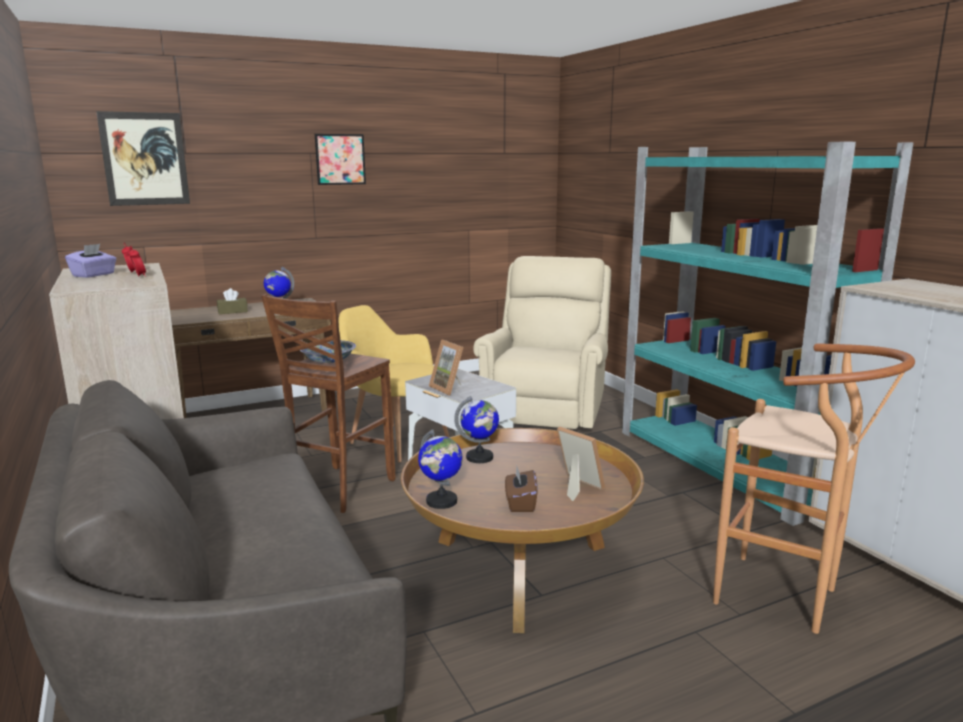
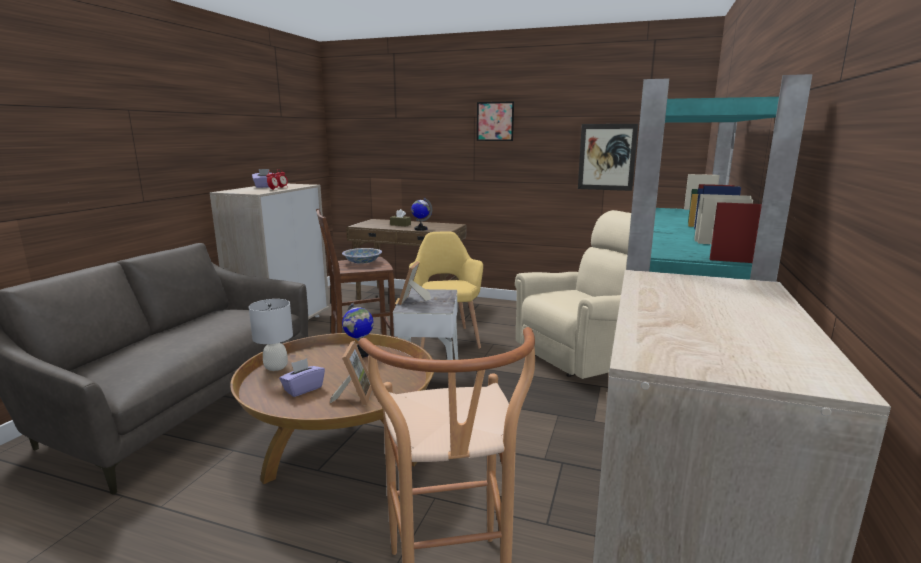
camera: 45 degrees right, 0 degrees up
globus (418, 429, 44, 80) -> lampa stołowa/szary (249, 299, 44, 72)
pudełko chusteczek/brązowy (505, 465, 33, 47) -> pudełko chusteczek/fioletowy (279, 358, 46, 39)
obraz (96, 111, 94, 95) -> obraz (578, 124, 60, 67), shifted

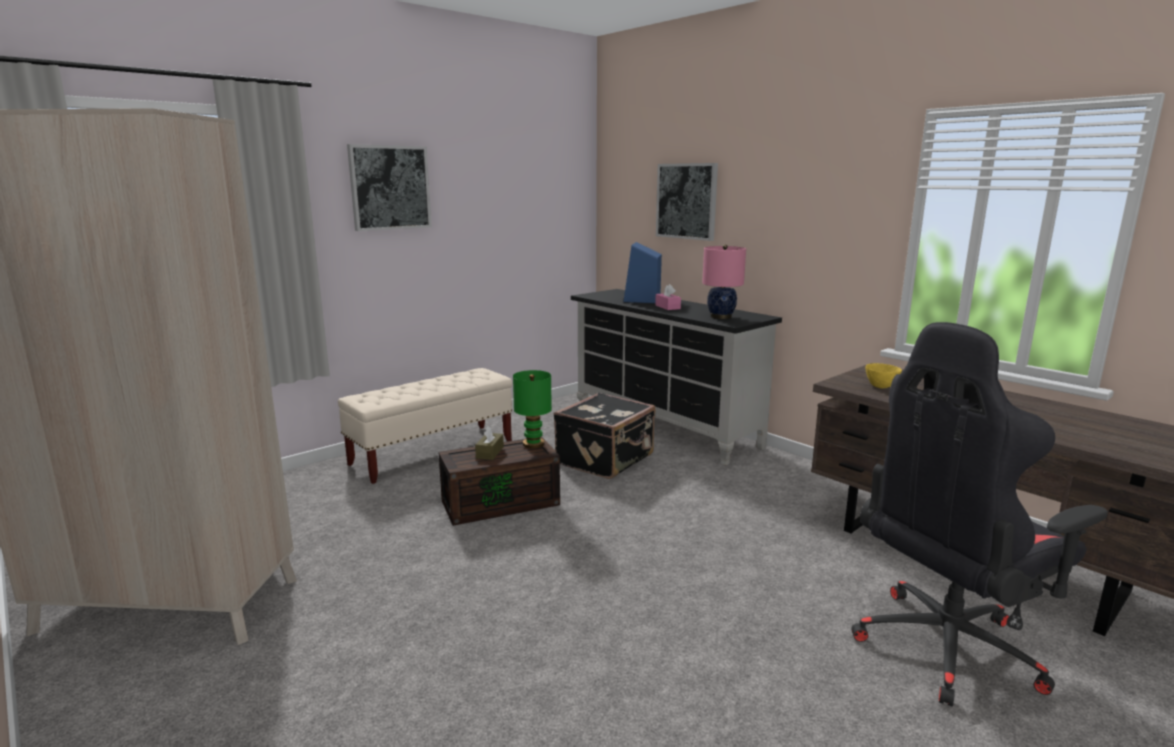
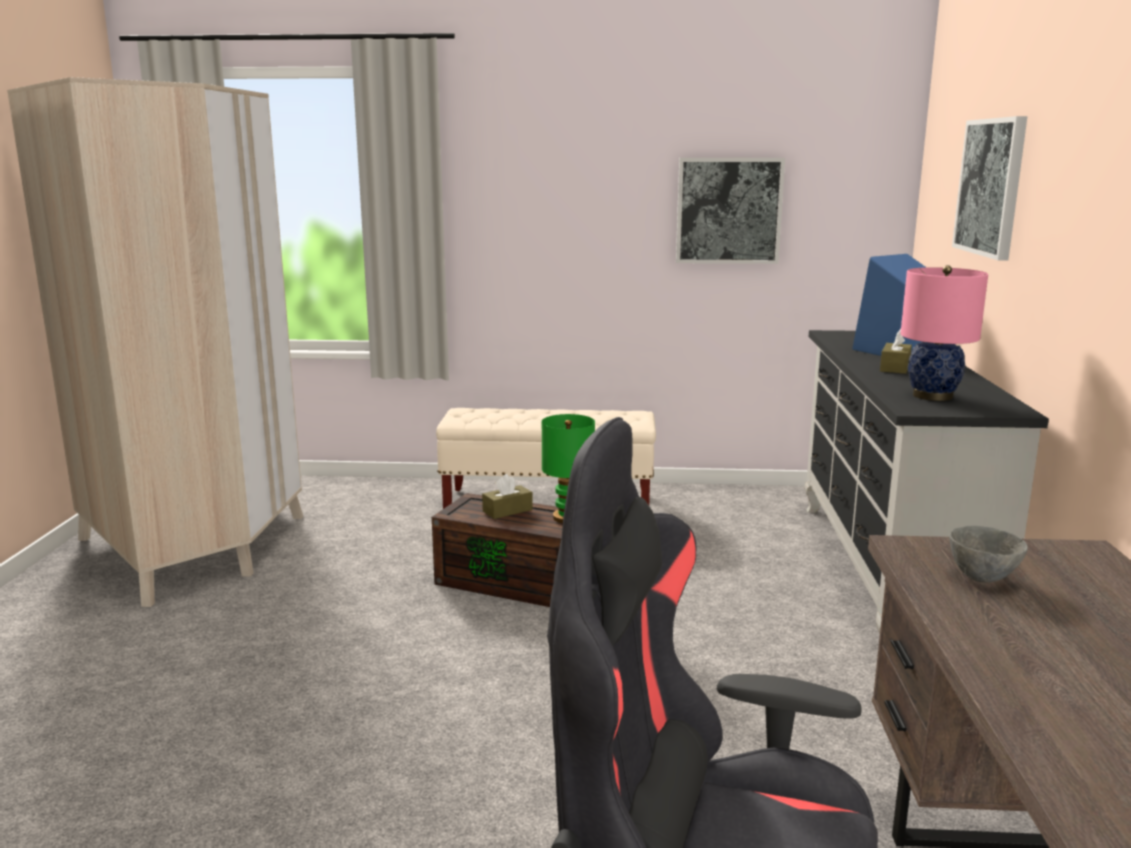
camera: 45 degrees right, 0 degrees up
obraz (347, 144, 85, 87) -> obraz (676, 158, 109, 106), shifted
pudełko chusteczek/różowy (655, 284, 26, 26) -> pudełko chusteczek/brązowy (880, 329, 32, 45)
miska/żółty (865, 363, 37, 25) -> miska/szary (949, 526, 79, 56)
walizka/czarny (553, 392, 102, 87) -> none

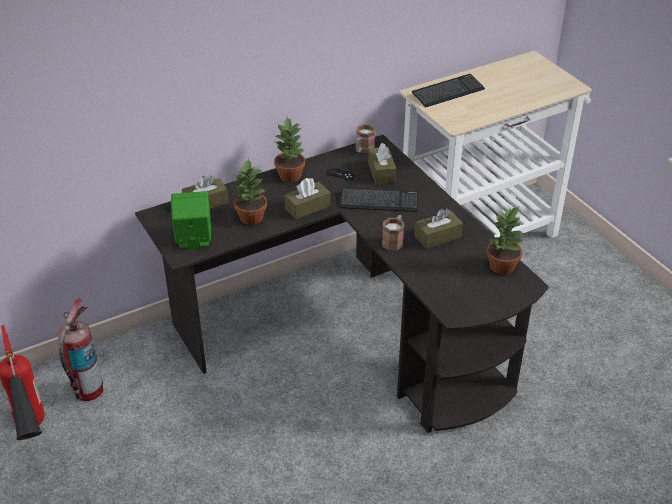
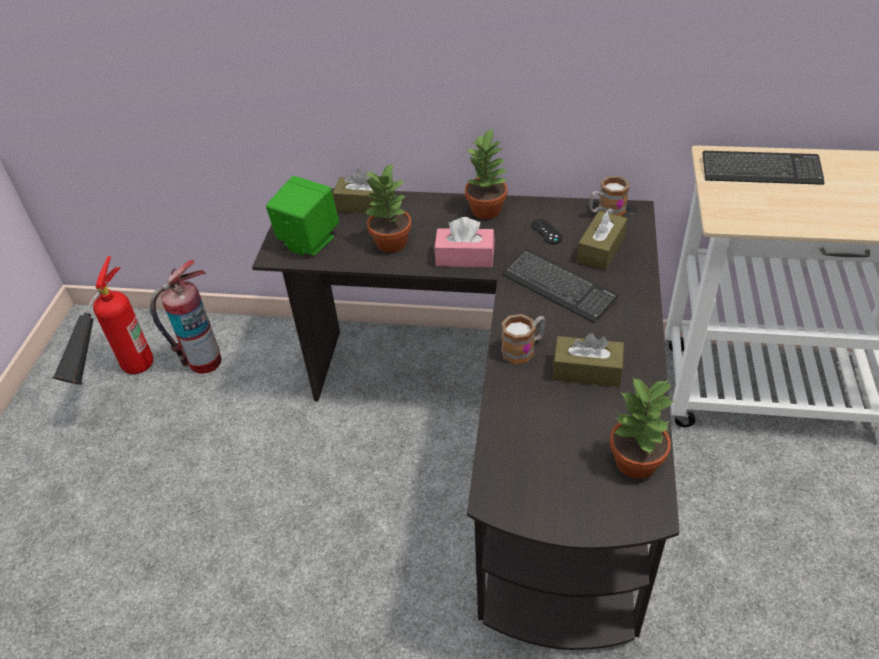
camera: 40 degrees right, 5 degrees up
pudełko chusteczek/brązowy (284, 178, 46, 41) -> pudełko chusteczek/różowy (435, 217, 60, 50)

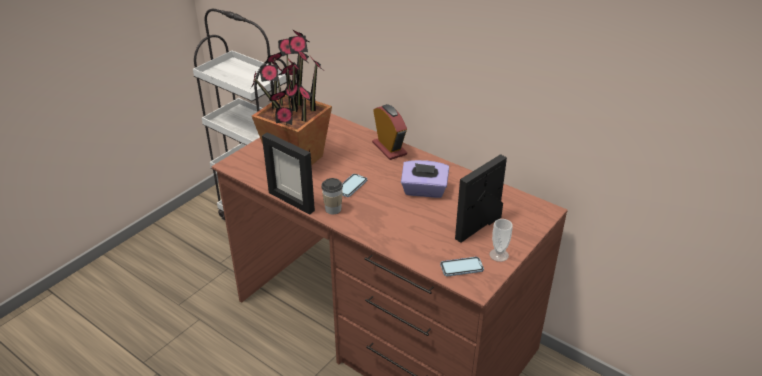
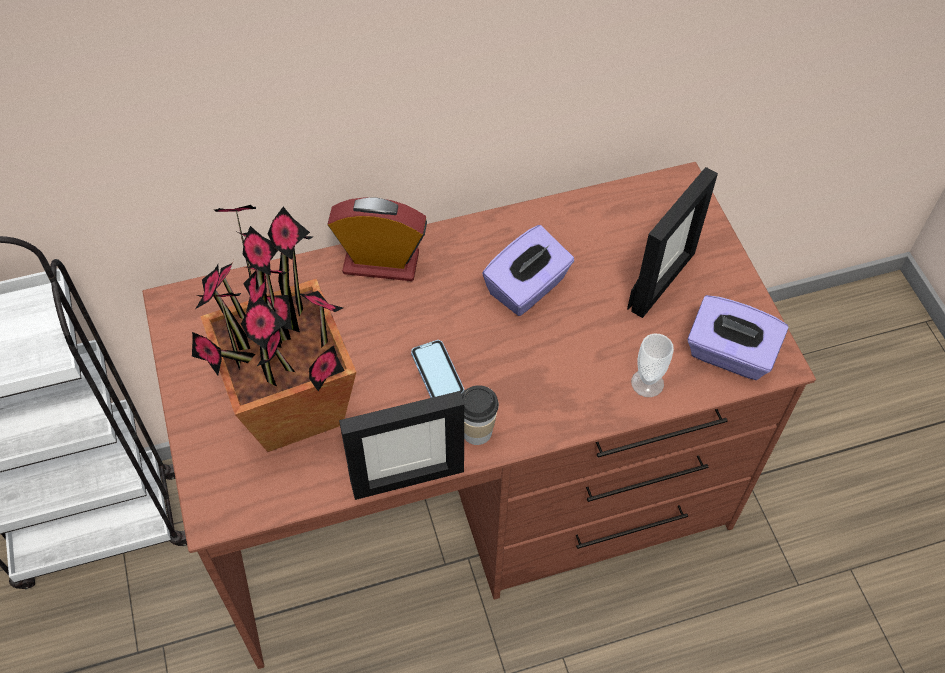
camera: 55 degrees left, 20 degrees up
ramka na zdjęcie (455, 154, 52, 89) -> ramka na zdjęcie (627, 167, 91, 151), 135 degrees counterclockwise
filiżanka (489, 219, 24, 43) -> filiżanka (631, 334, 43, 63), shifted
telefon (440, 257, 44, 20) -> pudełko chusteczek/fioletowy (687, 295, 101, 85)

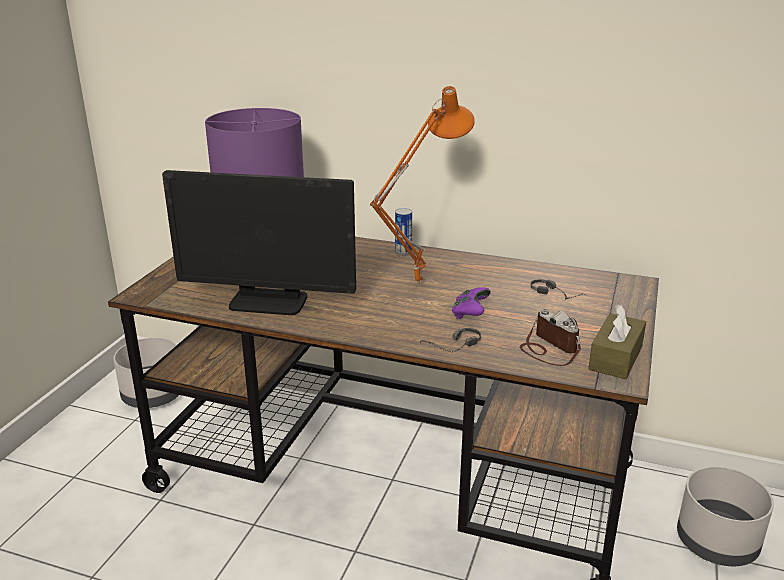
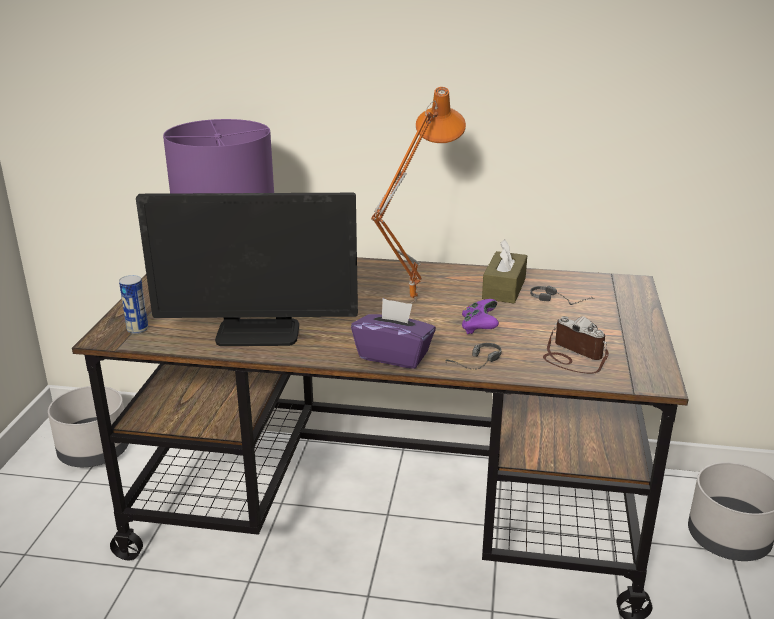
camera: 10 degrees left, 0 degrees up
puszka (395, 208, 17, 47) -> puszka (119, 275, 29, 59), shifted
none -> pudełko chusteczek/fioletowy (351, 298, 85, 71)
pudełko chusteczek/brązowy (588, 304, 58, 75) -> pudełko chusteczek/brązowy (482, 239, 45, 64), shifted

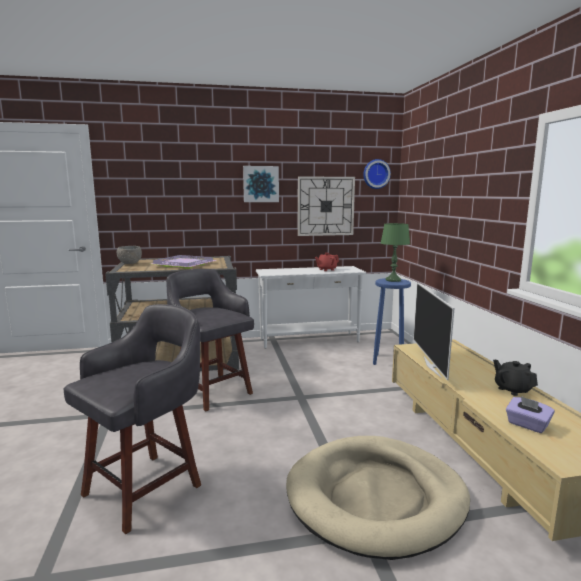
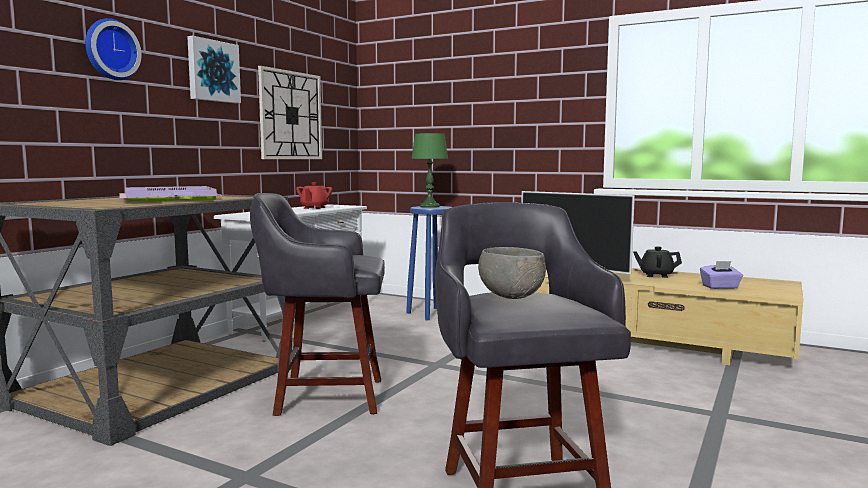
camera: 50 degrees left, 5 degrees down
zegar ścienny (363, 159, 28, 30) -> zegar ścienny (85, 18, 57, 62), shifted
miska/szary (117, 246, 25, 18) -> miska/szary (478, 247, 68, 52), shifted
legowisko/beżowy (286, 436, 184, 124) -> none

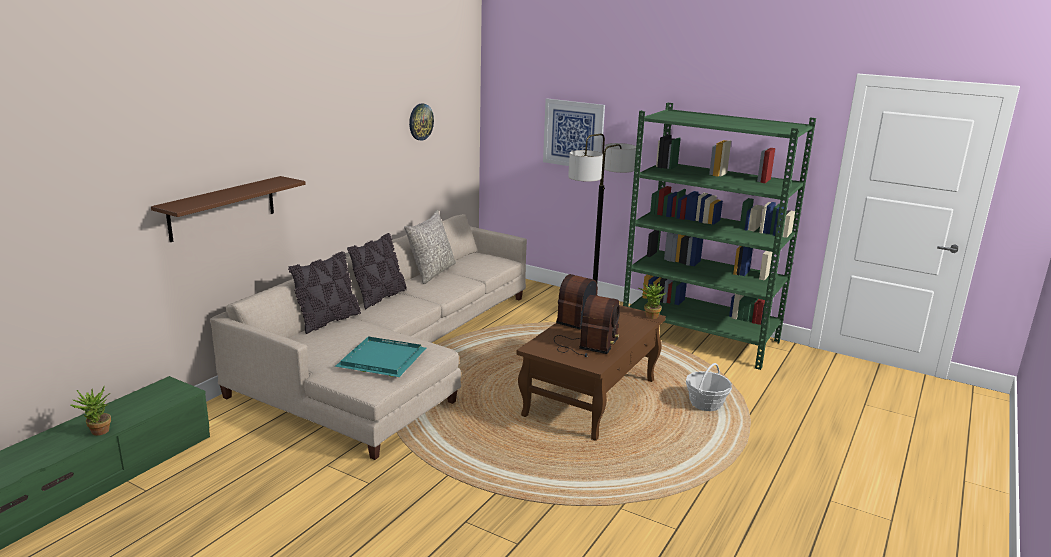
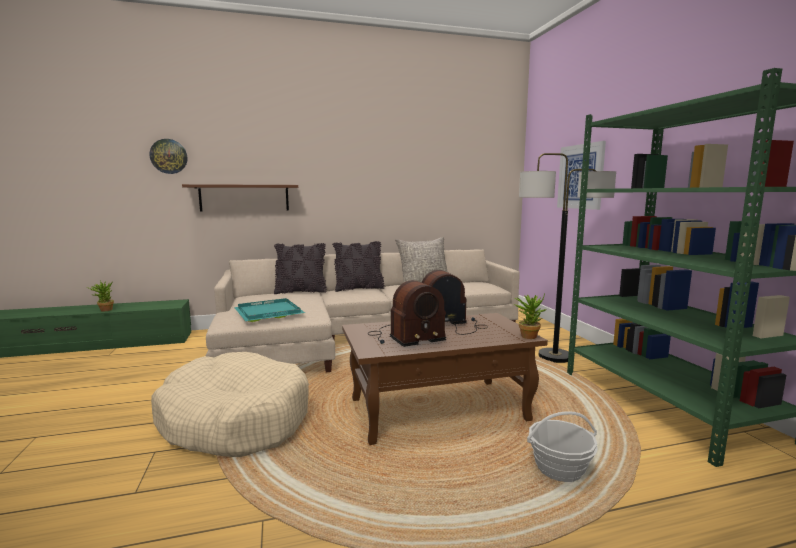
camera: 45 degrees right, 10 degrees down
zegar ścienny (409, 103, 25, 38) -> zegar ścienny (149, 139, 38, 35), shifted
none -> legowisko/beżowy (151, 352, 158, 105)

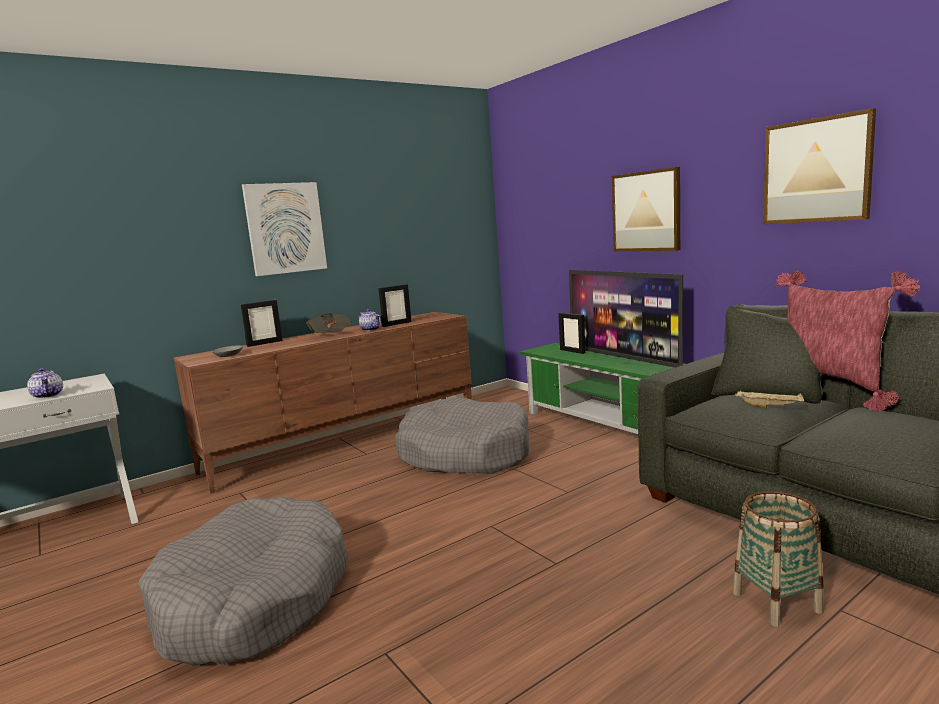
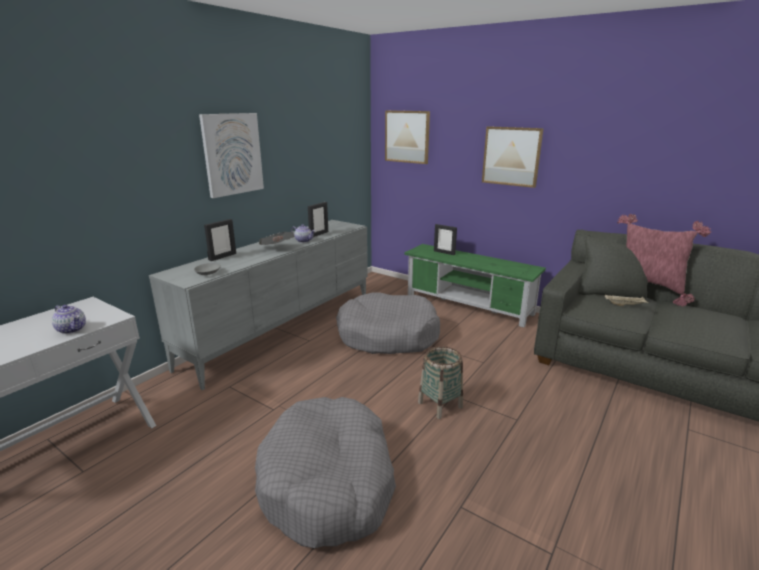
camera: 20 degrees left, 10 degrees up
szafka/brązowy (173, 312, 299, 182) -> szafka/szary (149, 220, 219, 170)
obraz (763, 108, 113, 116) -> obraz (385, 110, 45, 54), shifted
koszyk (733, 491, 91, 136) -> koszyk (418, 346, 45, 73), shifted
telewizor (569, 270, 114, 98) -> none

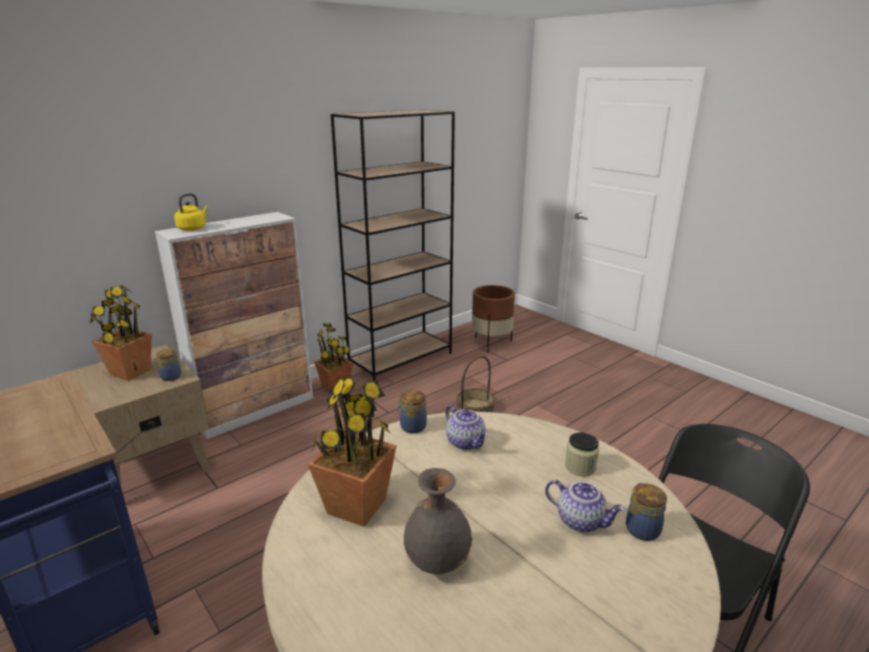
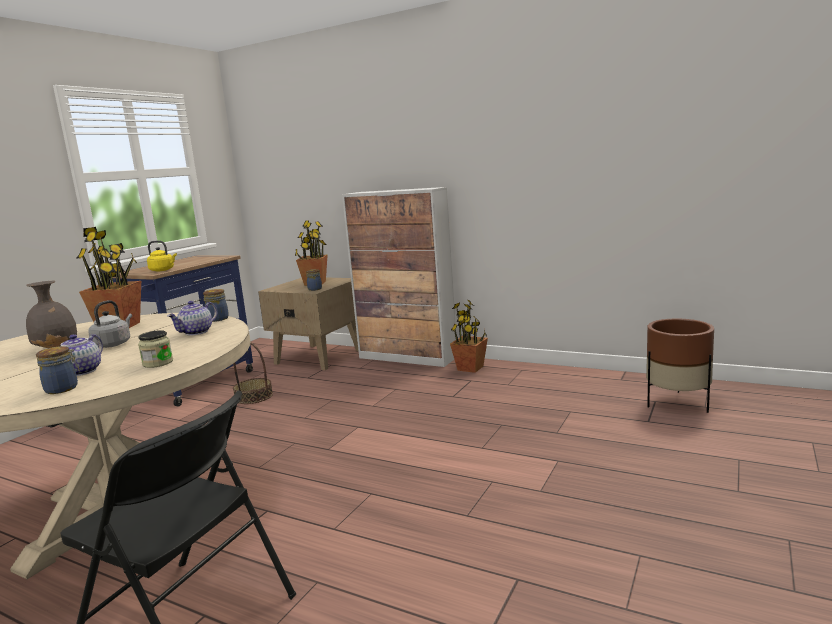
camera: 70 degrees right, 10 degrees down
none -> czajnik/szary (88, 300, 44, 48)
czajnik/żółty (174, 193, 34, 38) -> czajnik/żółty (147, 241, 30, 31), shifted
koszyk (457, 356, 38, 56) -> koszyk (233, 342, 40, 62), shifted
regał/beżowy (331, 109, 124, 271) -> none

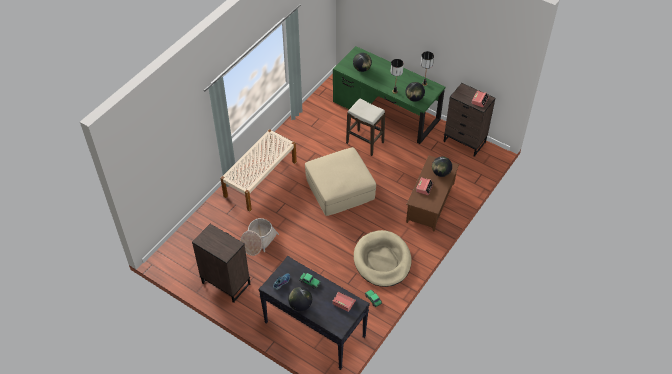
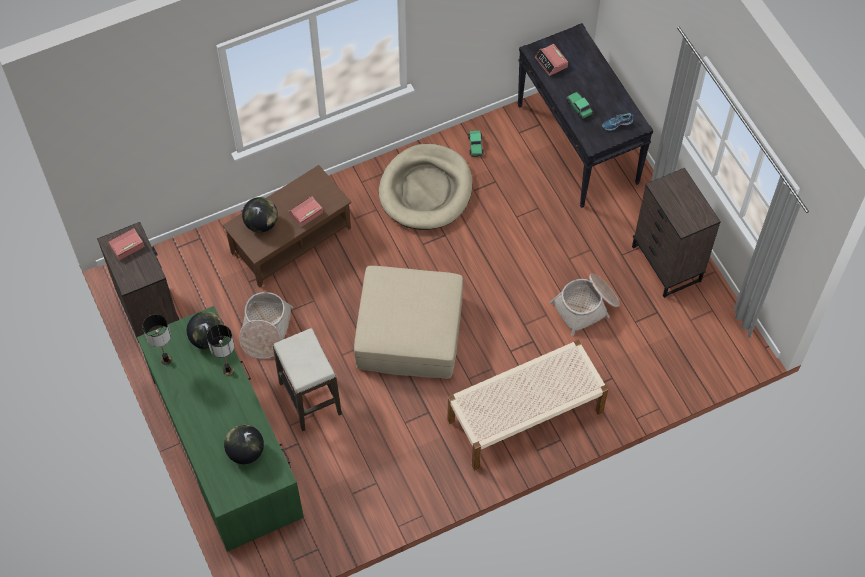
camera: 150 degrees left, 10 degrees up
none -> koszyk (239, 292, 54, 67)
globus (288, 287, 24, 24) -> none

